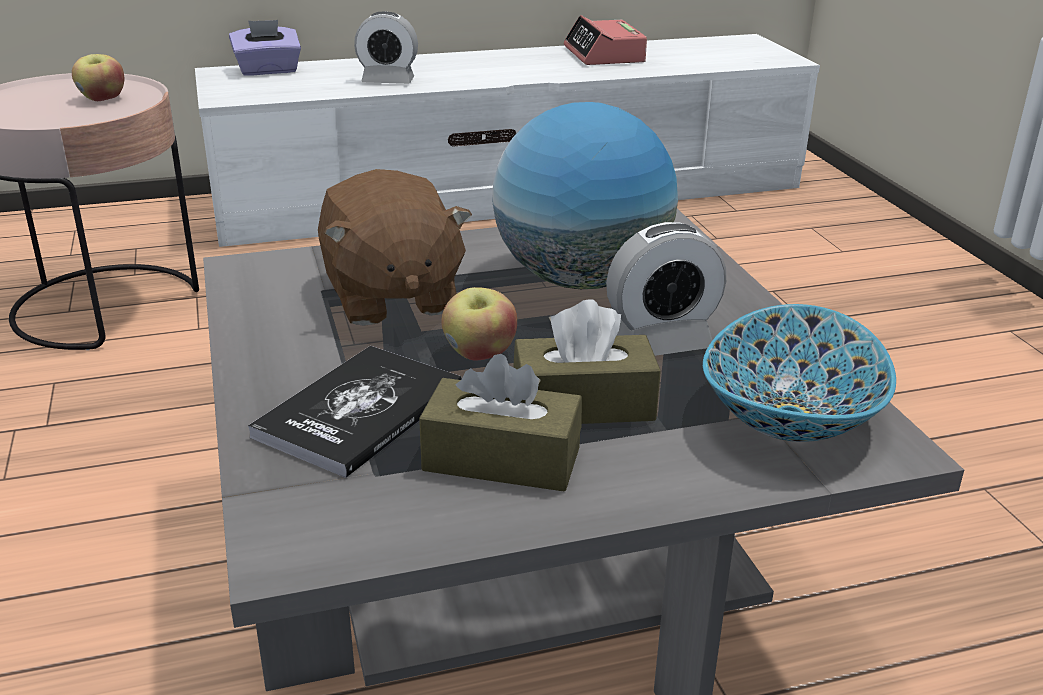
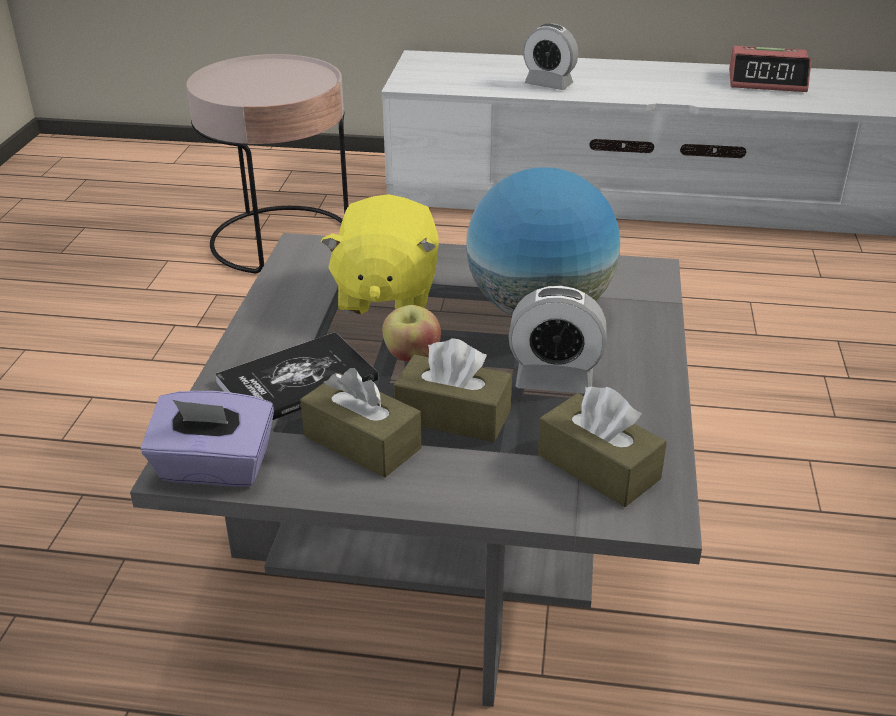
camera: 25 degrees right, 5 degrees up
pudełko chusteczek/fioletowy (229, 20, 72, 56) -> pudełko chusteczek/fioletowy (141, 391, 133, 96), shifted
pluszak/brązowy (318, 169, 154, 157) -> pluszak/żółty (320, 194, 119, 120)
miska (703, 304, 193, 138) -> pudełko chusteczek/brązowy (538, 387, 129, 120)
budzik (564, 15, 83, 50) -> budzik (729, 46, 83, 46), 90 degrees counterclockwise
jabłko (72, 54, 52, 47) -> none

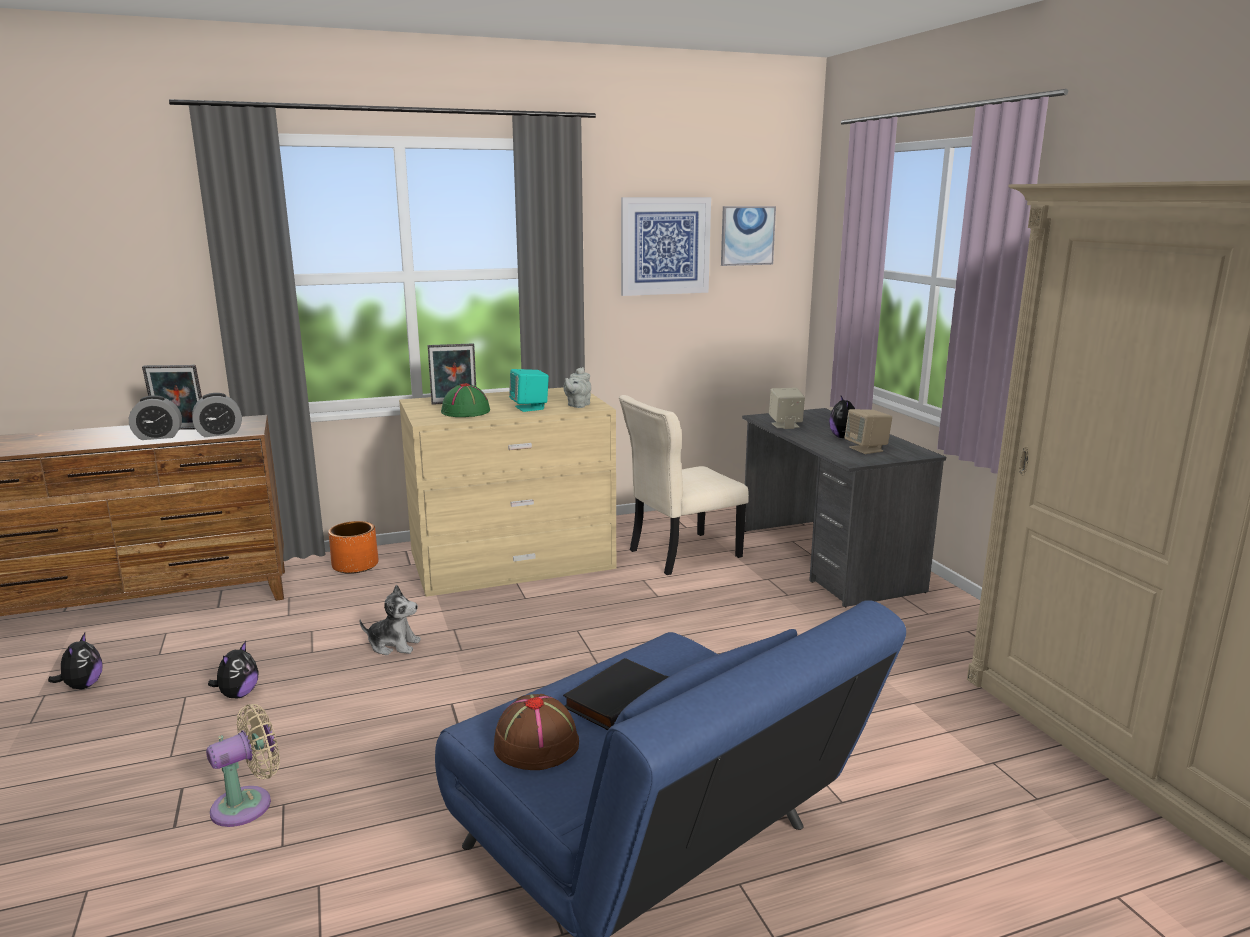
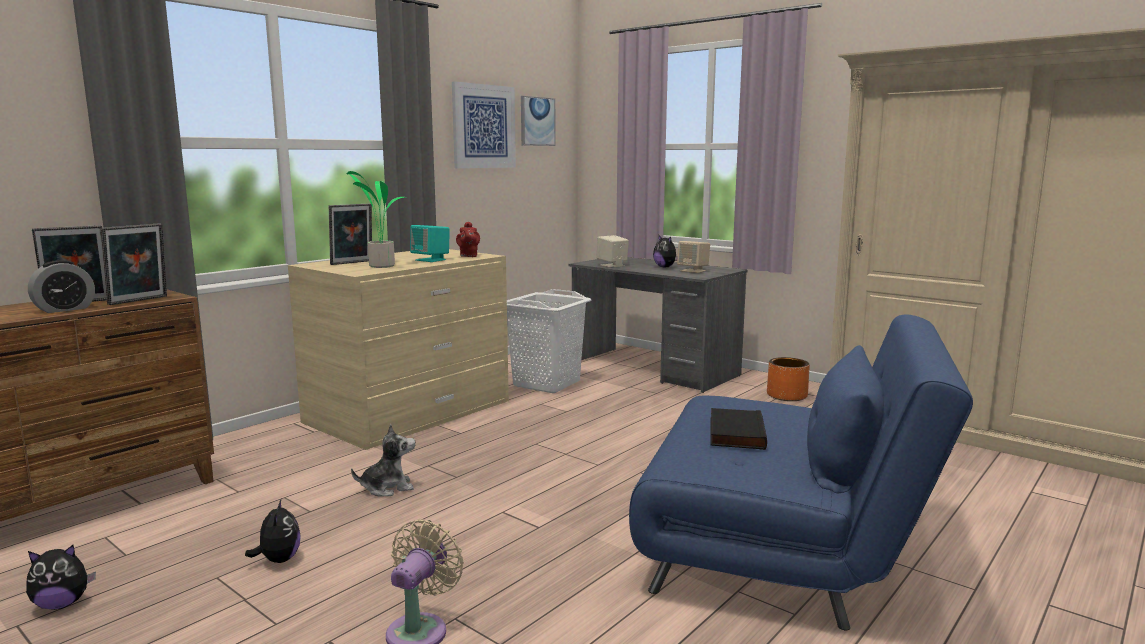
camera: 30 degrees left, 5 degrees down
pluszak (48, 633, 54, 56) -> pluszak (26, 545, 70, 65), 105 degrees clockwise
budzik (192, 393, 50, 44) -> ramka na zdjęcie (101, 223, 66, 82)
kapelusz/zielony (441, 383, 49, 34) -> roślina doniczkowa (347, 171, 61, 97)
imbryk/szary (564, 367, 27, 41) -> imbryk/czerwony (456, 222, 24, 35)
krzesło/beżowy (619, 395, 130, 180) -> kosz na pranie/biały (507, 289, 85, 104)
donica/pomarańczowy (328, 521, 50, 53) -> donica/pomarańczowy (767, 357, 43, 44), shifted
kapelusz/brązowy (494, 694, 85, 76) -> none

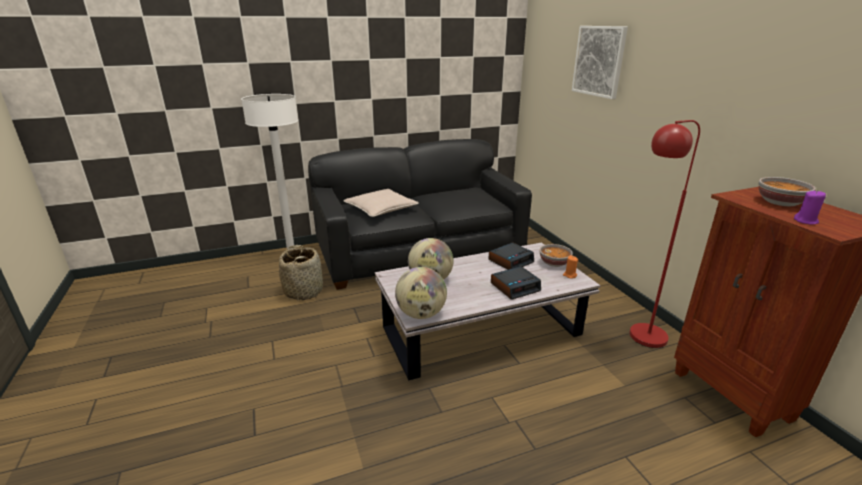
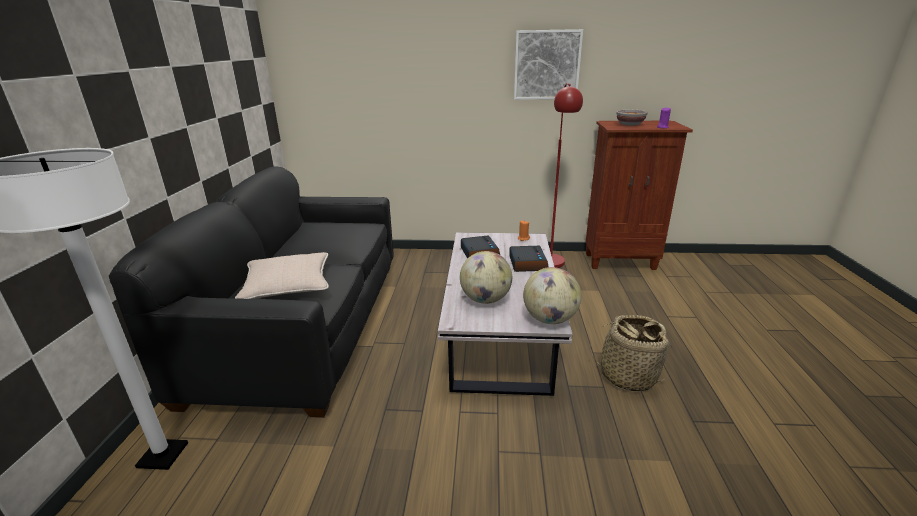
camera: 65 degrees left, 0 degrees up
obraz (572, 26, 56, 73) -> obraz (514, 29, 69, 71), shifted
koszyk (279, 245, 44, 55) -> koszyk (590, 315, 83, 76), shifted
miska (540, 244, 33, 23) -> none

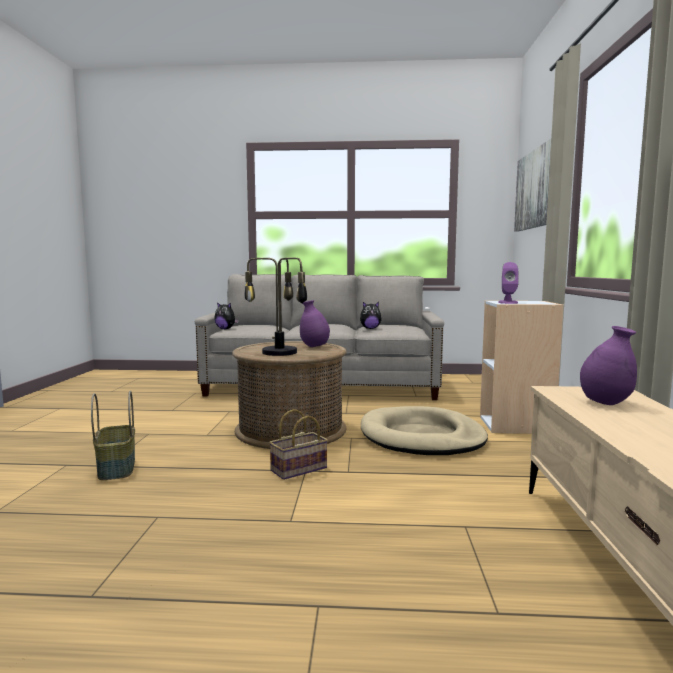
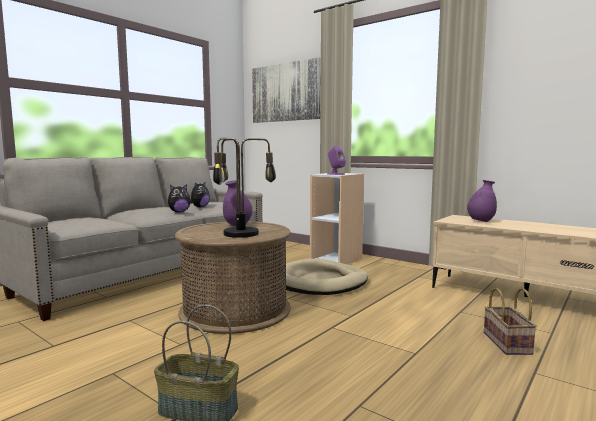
camera: 55 degrees left, 0 degrees up
pluszak (214, 302, 25, 27) -> pluszak (168, 184, 22, 29), shifted
koszyk (269, 409, 59, 71) -> koszyk (484, 288, 53, 67), shifted

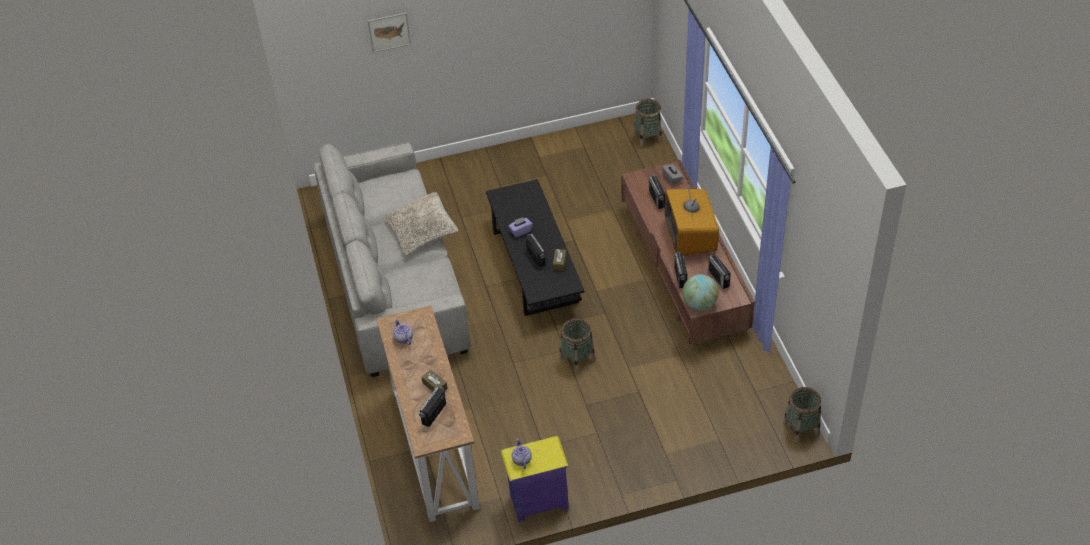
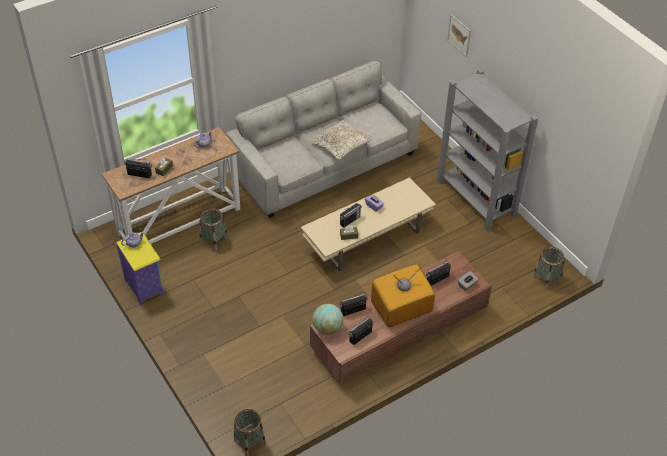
camera: 70 degrees right, 0 degrees up
koszyk (559, 318, 36, 55) -> koszyk (200, 208, 28, 43), shifted
ława/czarny (486, 179, 98, 137) -> ława/beżowy (301, 177, 135, 94)
none -> regał/szary (437, 68, 101, 163)

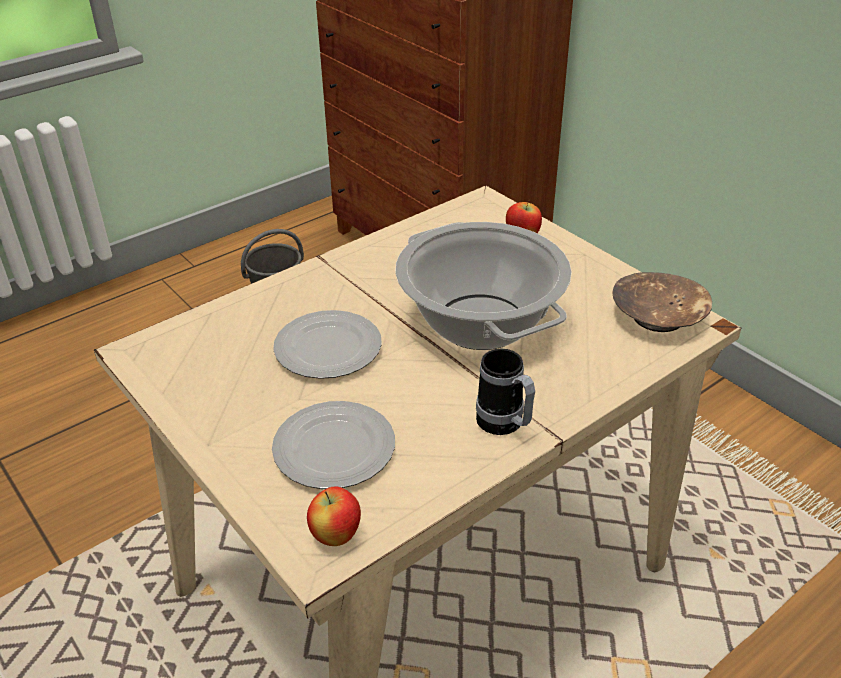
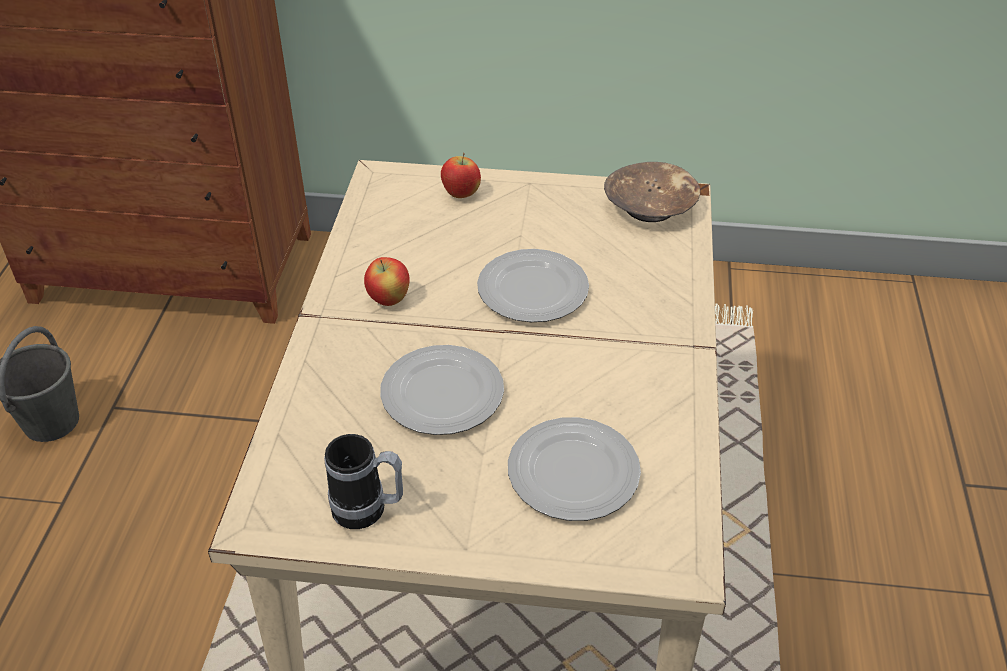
camera: 45 degrees left, 5 degrees up
kubek (476, 348, 59, 87) -> kubek (324, 434, 79, 95), shifted
jabłko (307, 486, 54, 60) -> jabłko (364, 257, 45, 49), shifted
garnek (395, 222, 177, 128) -> talerz (477, 249, 112, 73)

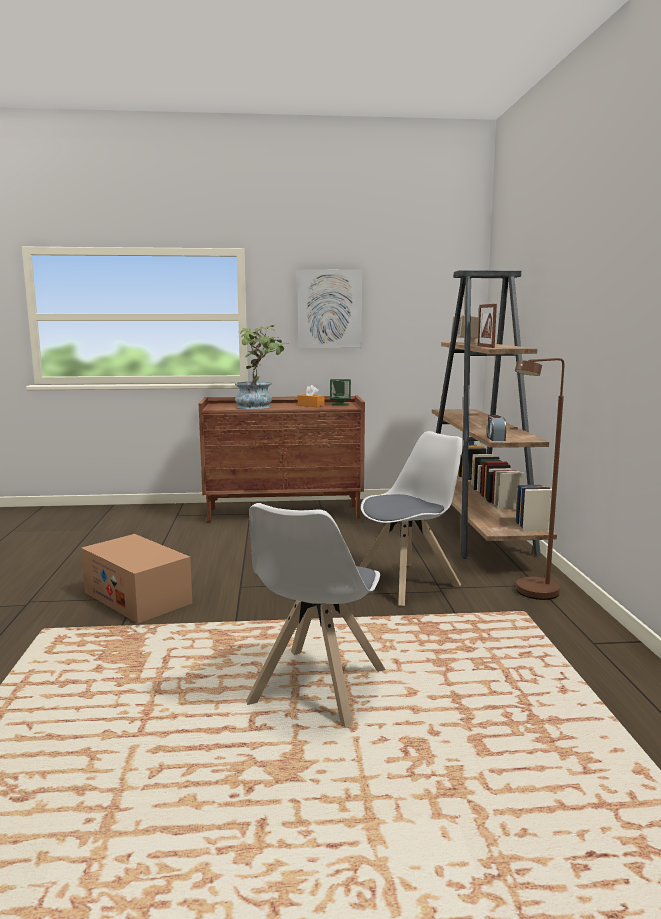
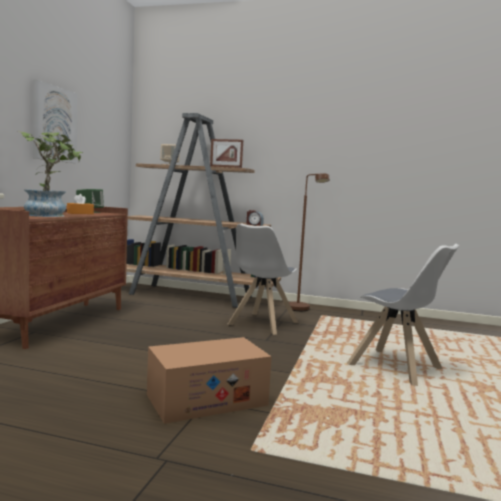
camera: 70 degrees left, 5 degrees down
krzesło (359, 431, 105, 175) -> krzesło (228, 223, 70, 112), 135 degrees counterclockwise

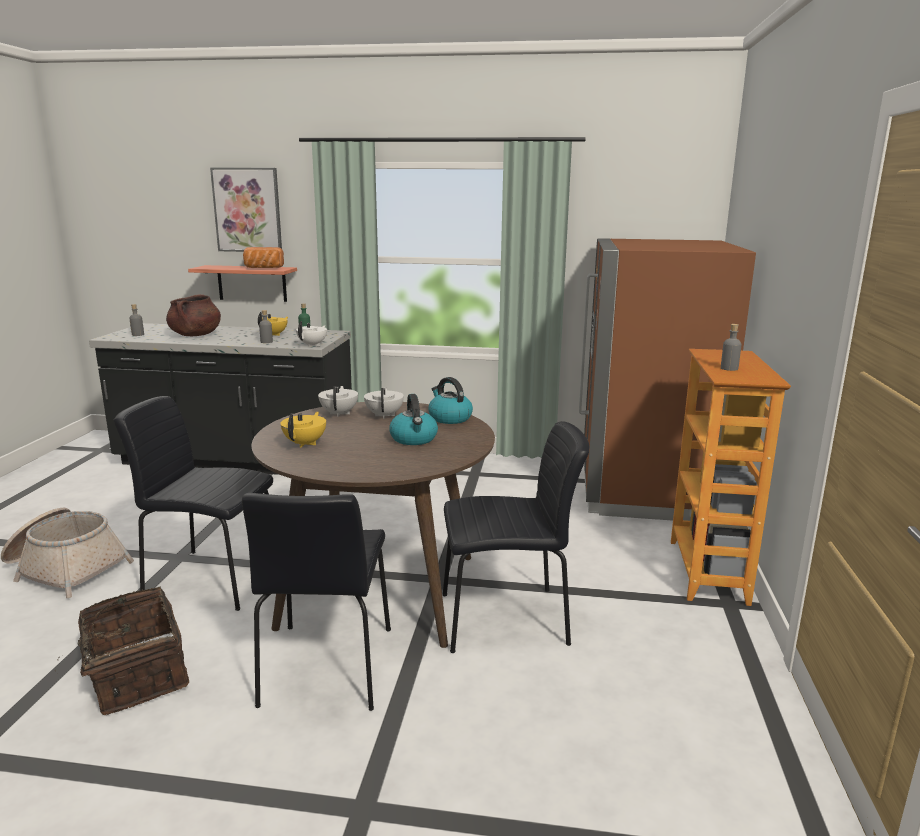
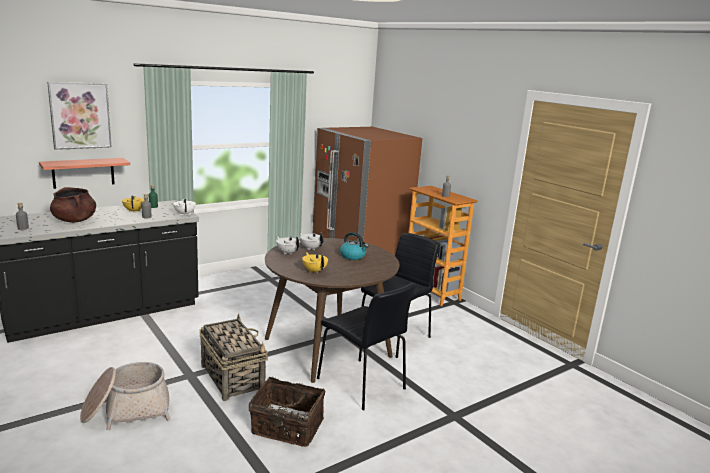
camera: 45 degrees left, 0 degrees up
krzesło/czarny (113, 396, 160, 215) -> koszyk (200, 314, 68, 87)
chleb (243, 247, 41, 21) -> none
czajnik (428, 377, 45, 47) -> none

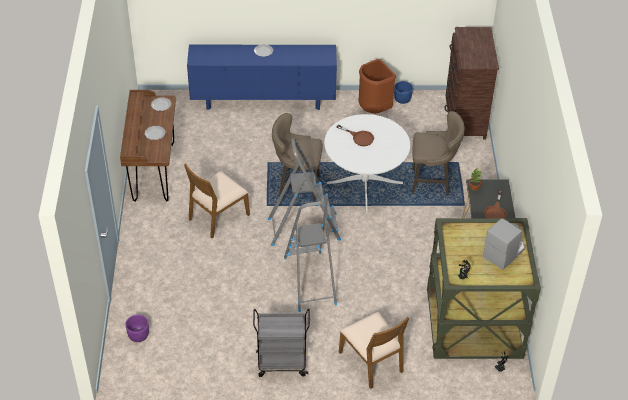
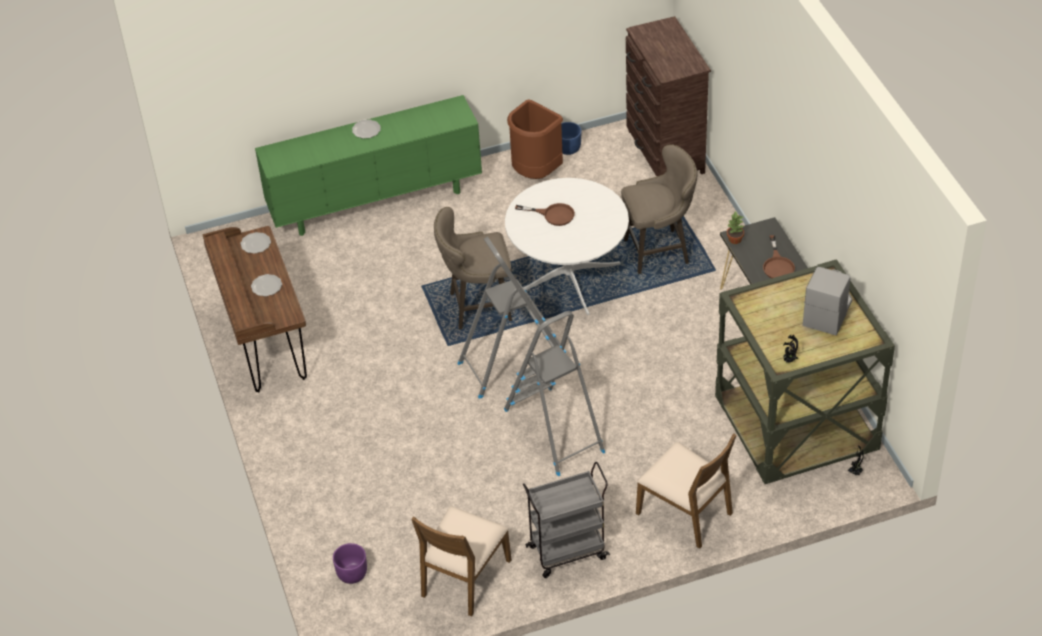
camera: 15 degrees left, 0 degrees up
szafka/niebieski (187, 45, 150, 65) -> szafka/zielony (255, 95, 227, 141)
krzesło/brązowy (184, 163, 66, 75) -> krzesło/brązowy (411, 506, 101, 111), shifted

